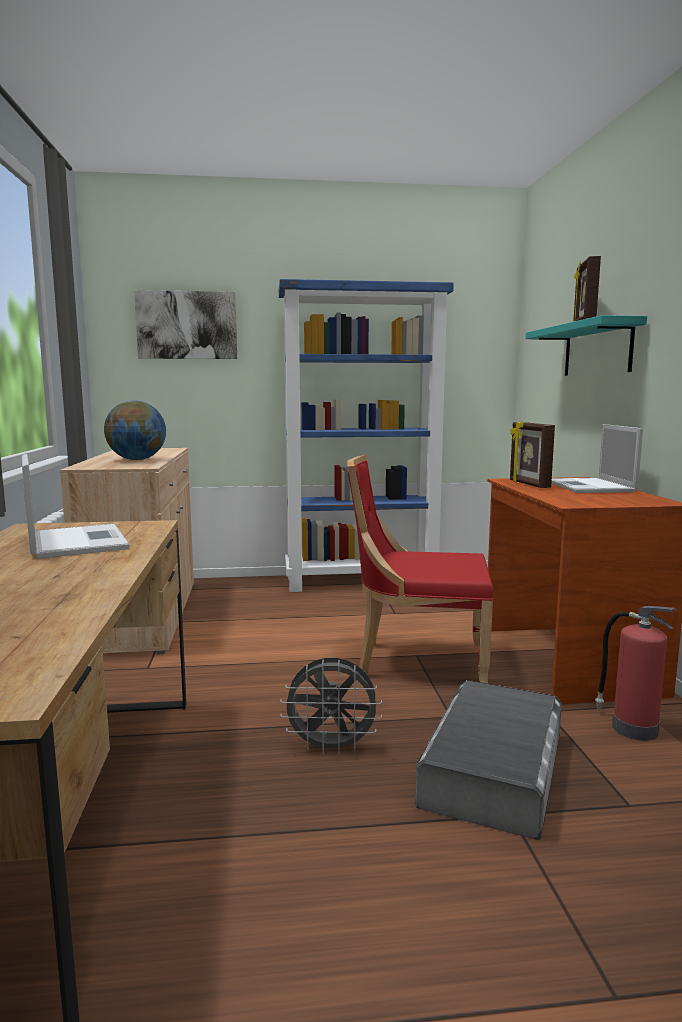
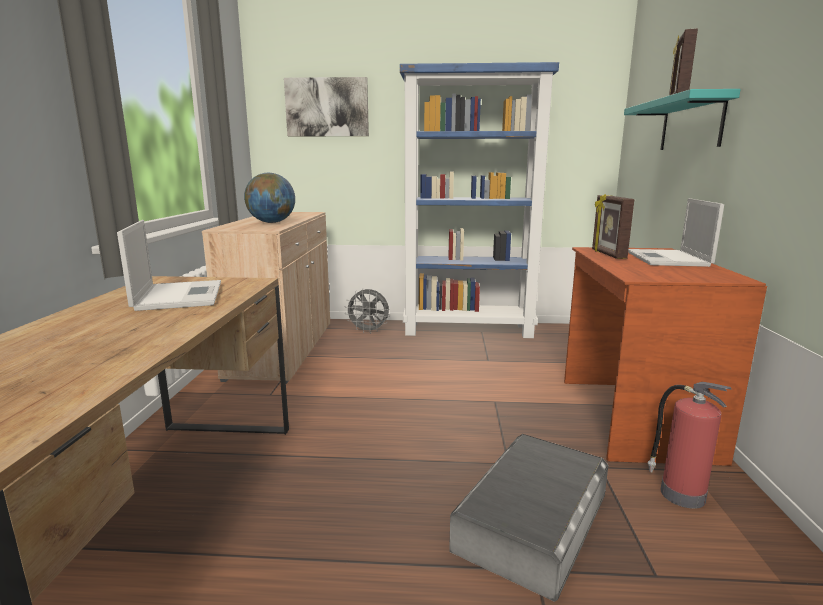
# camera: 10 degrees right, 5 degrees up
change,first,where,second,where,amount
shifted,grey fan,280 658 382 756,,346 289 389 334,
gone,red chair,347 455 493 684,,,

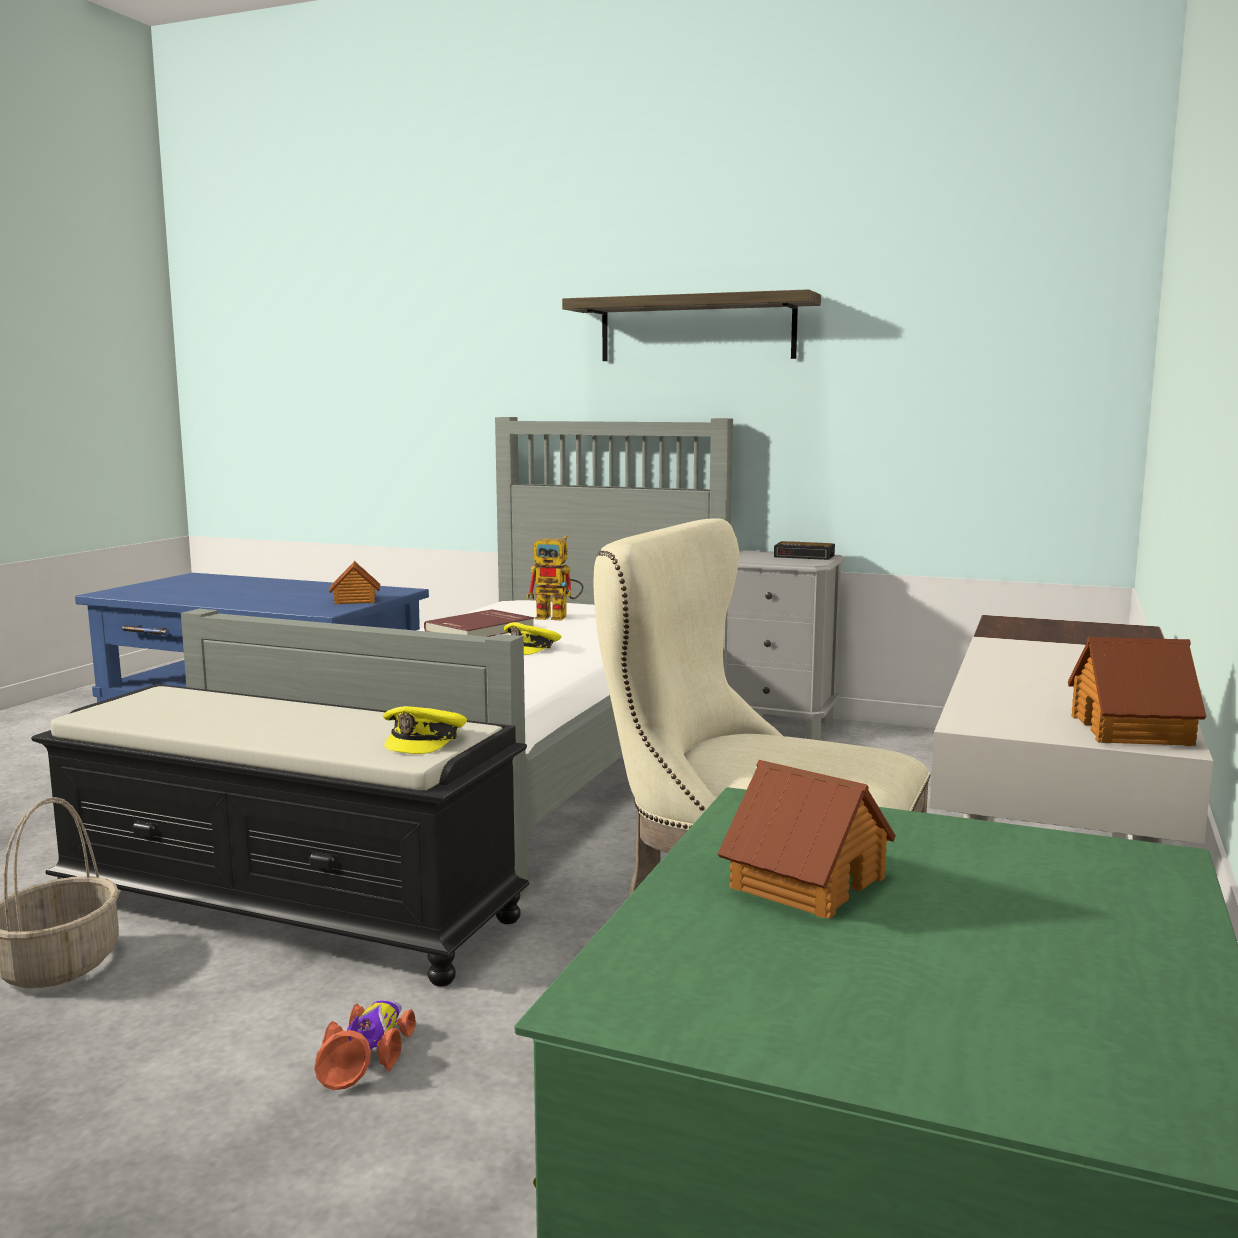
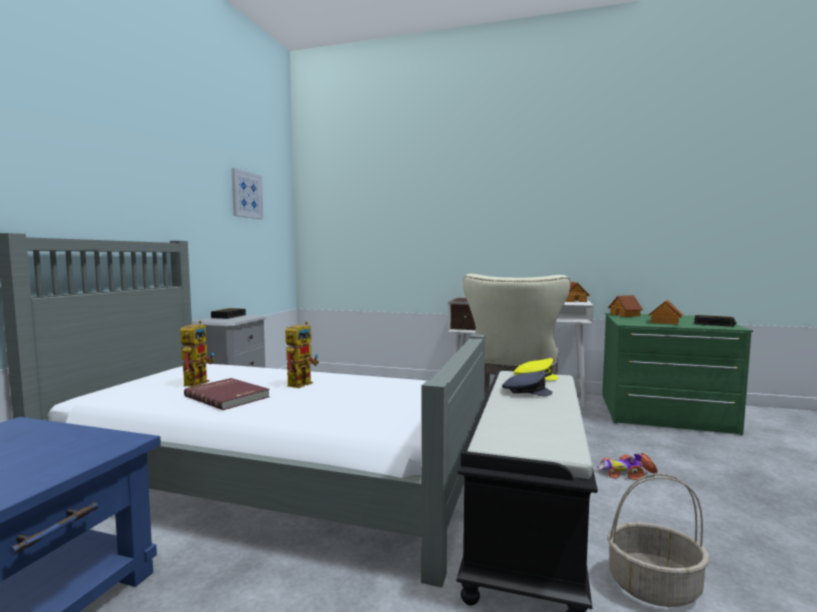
# camera: 95 degrees left, 5 degrees down
change,first,where,second,where,amount
new,,,picture,231 168 264 219,
swapped,yellow cap,504 622 561 655,toy robot,285 321 319 388,
new,,,grey cap,502 370 553 396,
shifted,toy house,329 561 380 604,,608 295 643 317,
new,,,alarm clock,694 315 736 327,
gone,shelf,562 289 821 361,,,

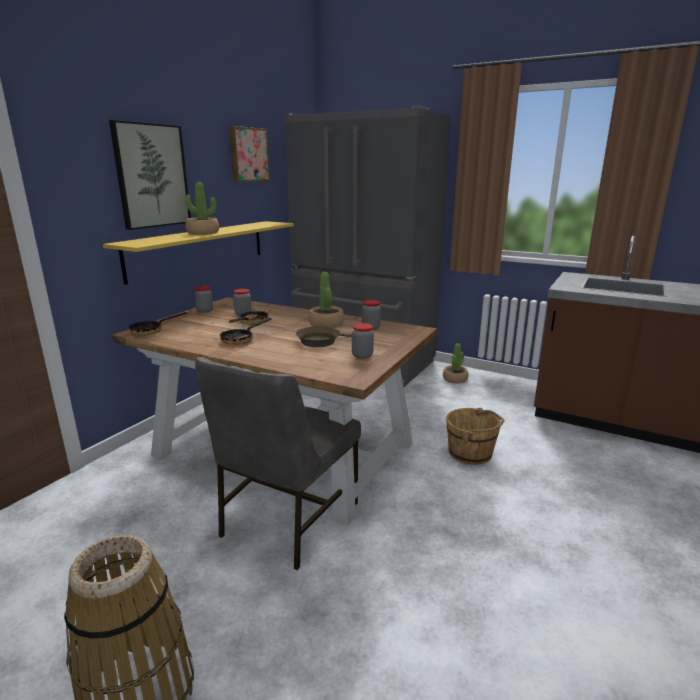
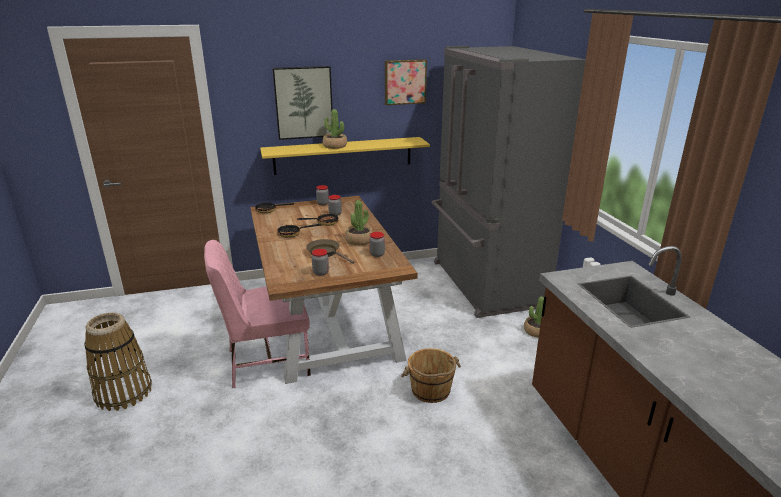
# camera: 45 degrees right, 5 degrees up
change,first,where,second,where,amount
repainted,grey chair,195 357 361 570,pink chair,204 240 311 388,

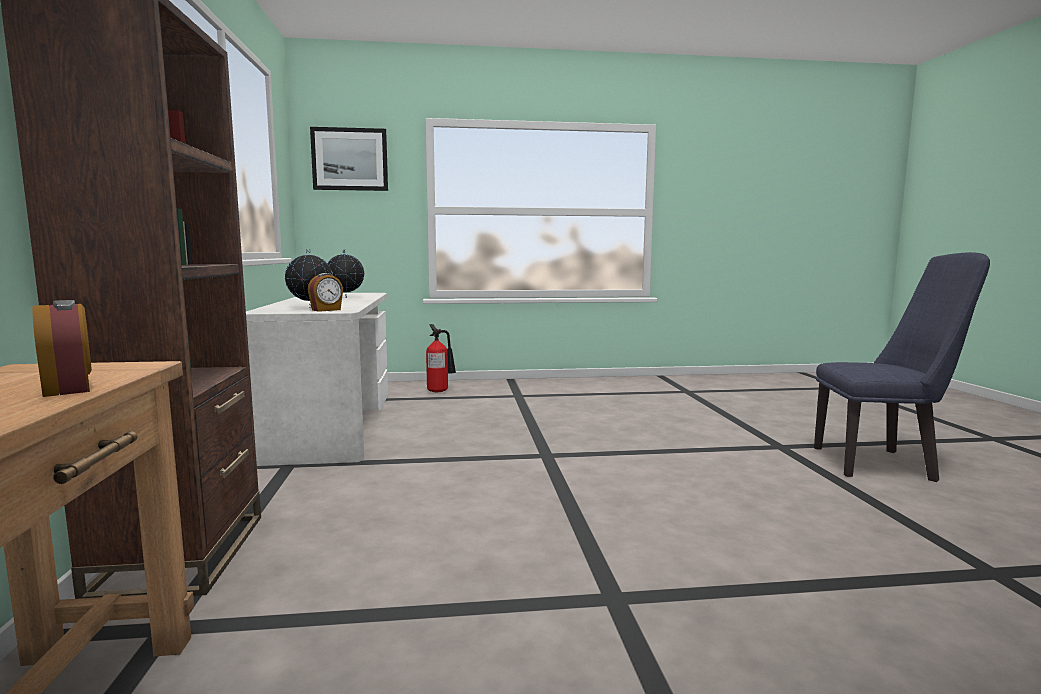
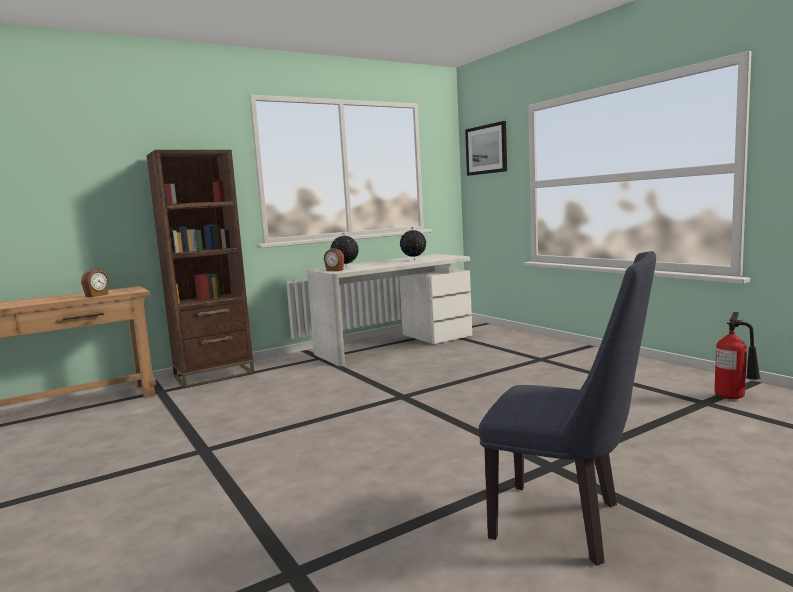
# camera: 65 degrees right, 0 degrees up
change,first,where,second,where,amount
rotated,blue chair,814 252 990 482,,479 251 656 565,45 degrees counterclockwise
shifted,fire extinguisher,426 324 456 392,,715 312 760 399,

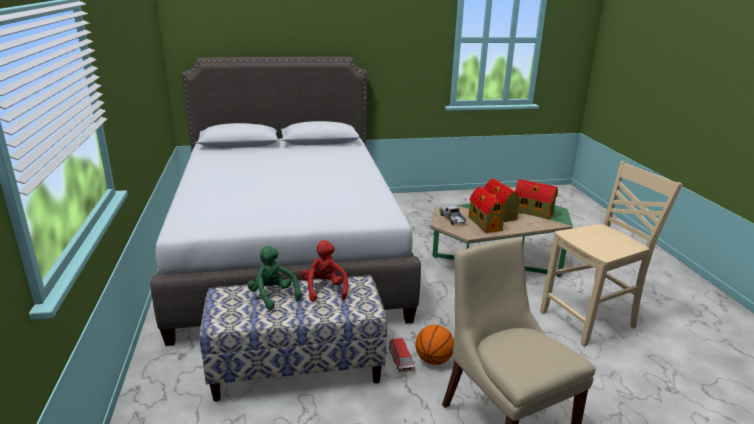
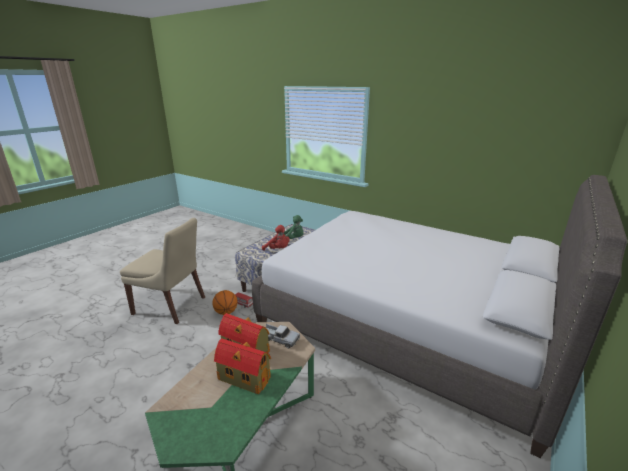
# camera: 135 degrees right, 0 degrees up
change,first,where,second,where,amount
gone,toy house,515 179 558 219,,,
gone,beige chair,540 161 683 347,,,

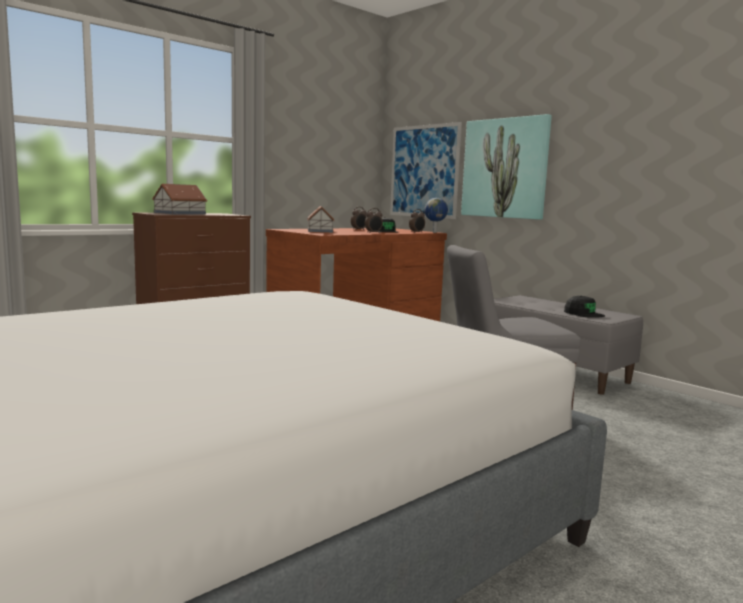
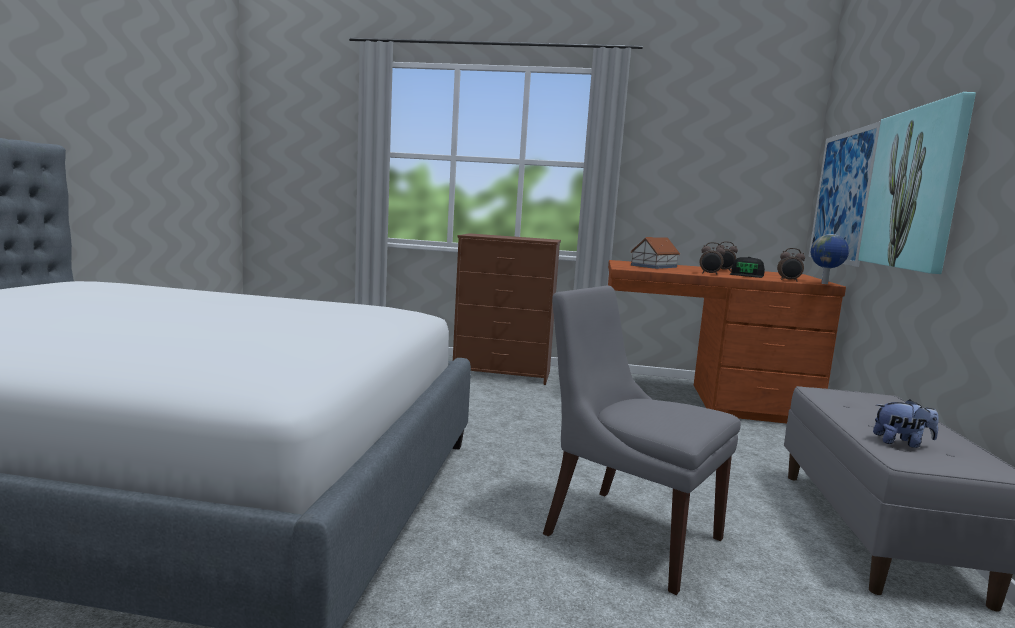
# camera: 50 degrees right, 0 degrees up
change,first,where,second,where,amount
swapped,black cap,564 296 605 318,plush toy,873 400 939 448,
gone,toy house,152 184 208 214,,,

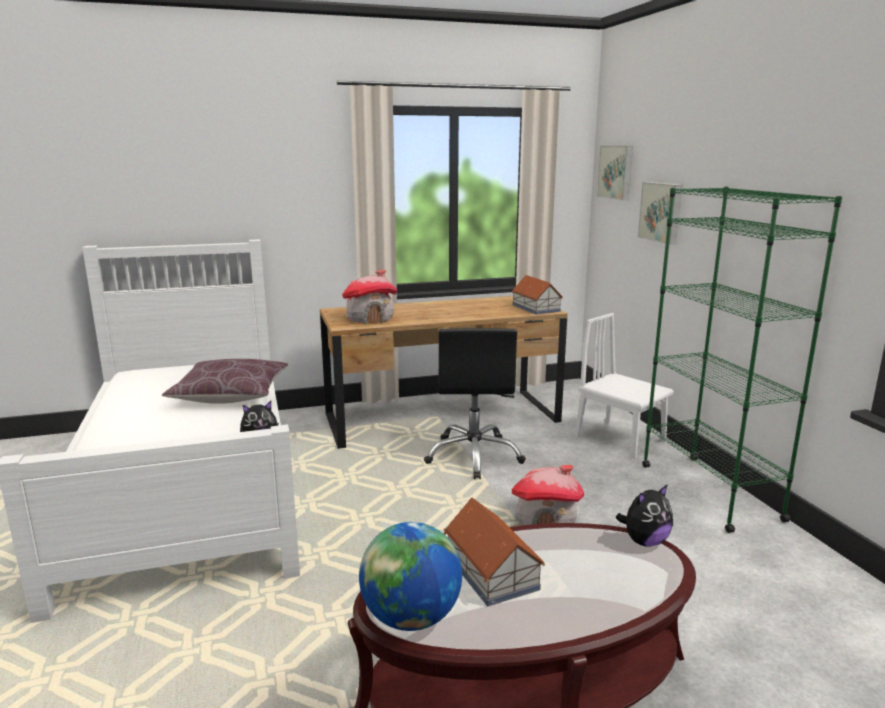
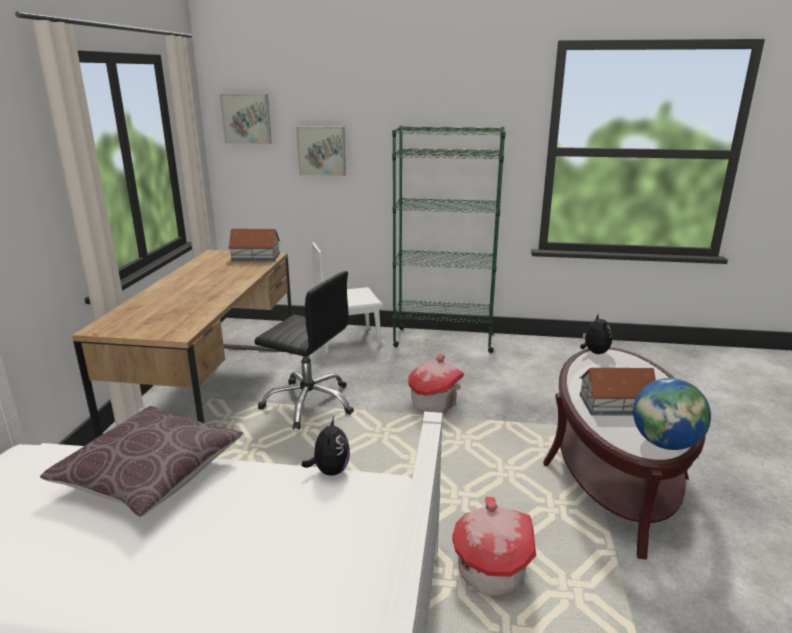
# camera: 65 degrees left, 5 degrees up
change,first,where,second,where,amount
shifted,toy house,342 270 397 324,,452 497 536 596,

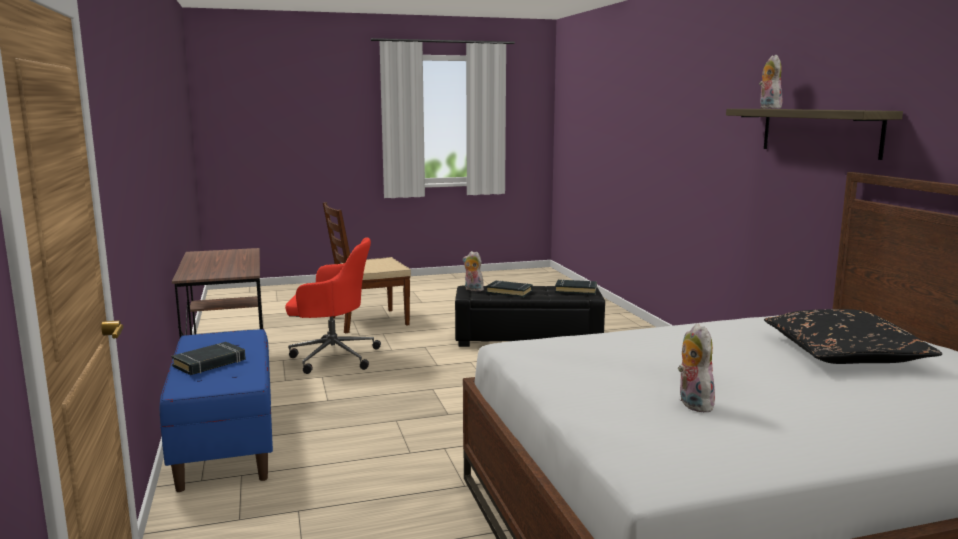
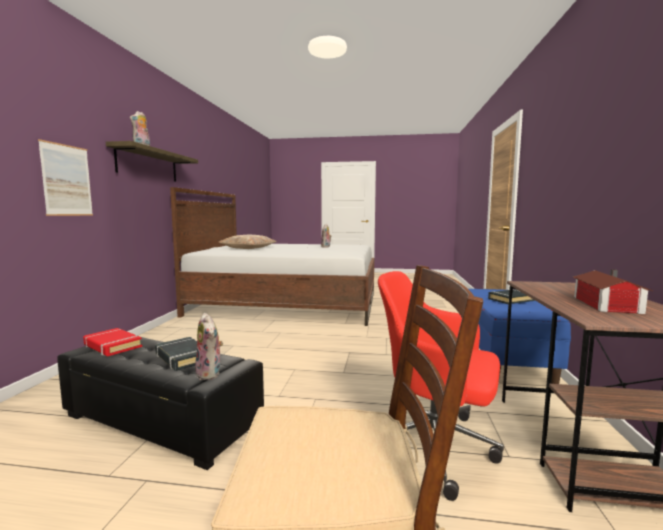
# camera: 155 degrees left, 5 degrees down
change,first,where,second,where,amount
new,,,picture,38 139 93 216,
repainted,black book,555 279 597 295,red book,83 328 142 356,
repainted,black pillow,764 309 942 364,beige pillow,219 235 277 249,
new,,,toy house,573 269 653 314,

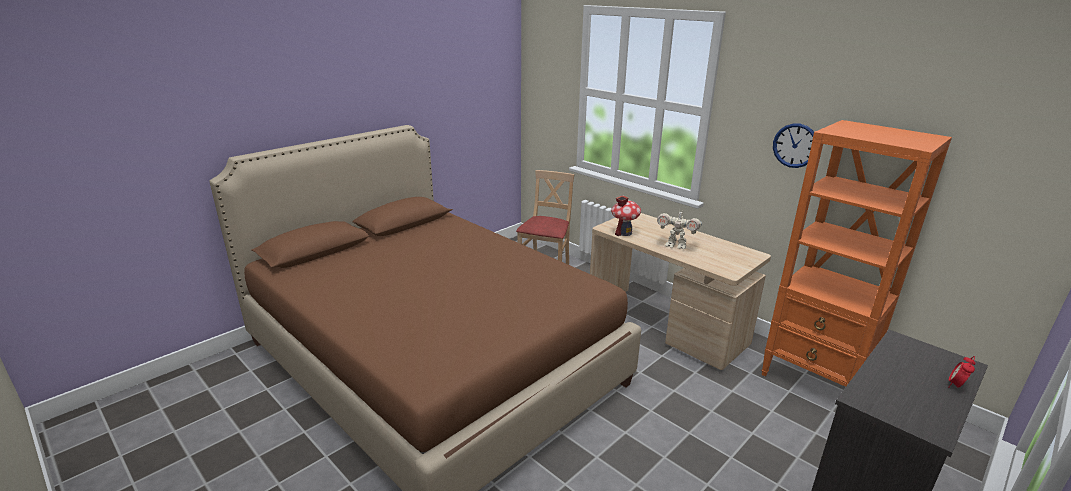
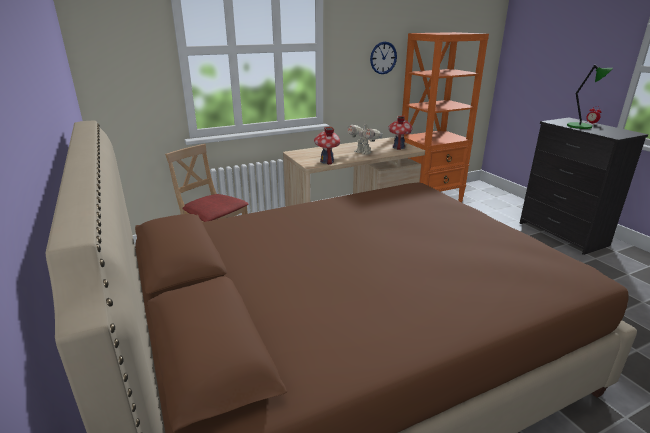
# camera: 70 degrees left, 0 degrees up
change,first,where,second,where,amount
rotated,toy robot,657 211 702 249,,347 121 383 155,90 degrees clockwise
new,,,toy house,388 116 413 150,
new,,,green table lamp,567 65 613 129,

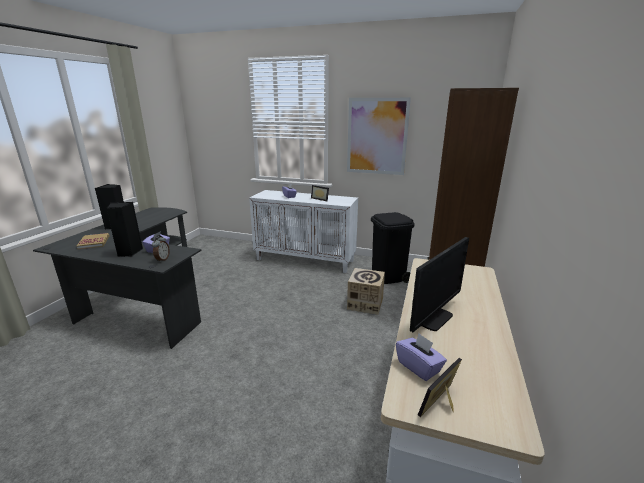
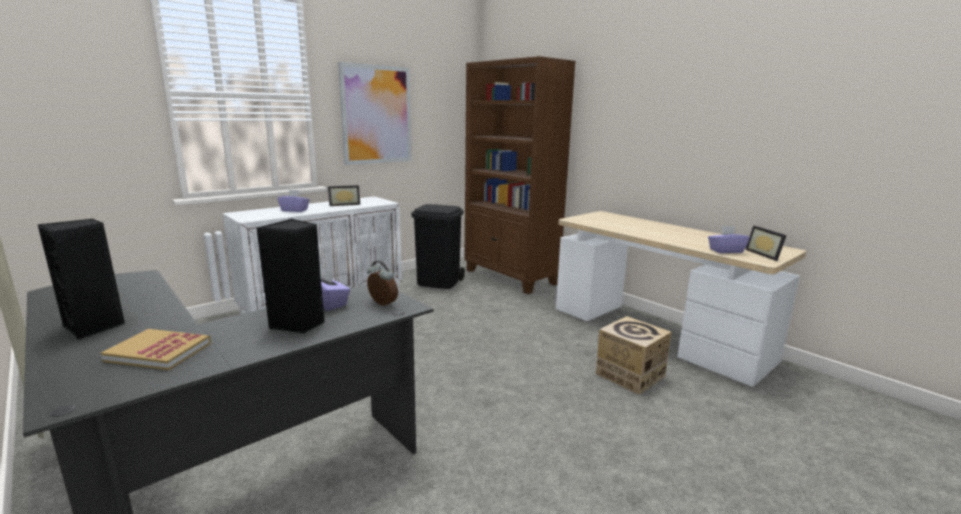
# camera: 60 degrees left, 5 degrees down
change,first,where,second,where,amount
shifted,cardboard box,347 268 385 315,,596 316 672 395,
gone,monitor,410 237 469 332,,,

